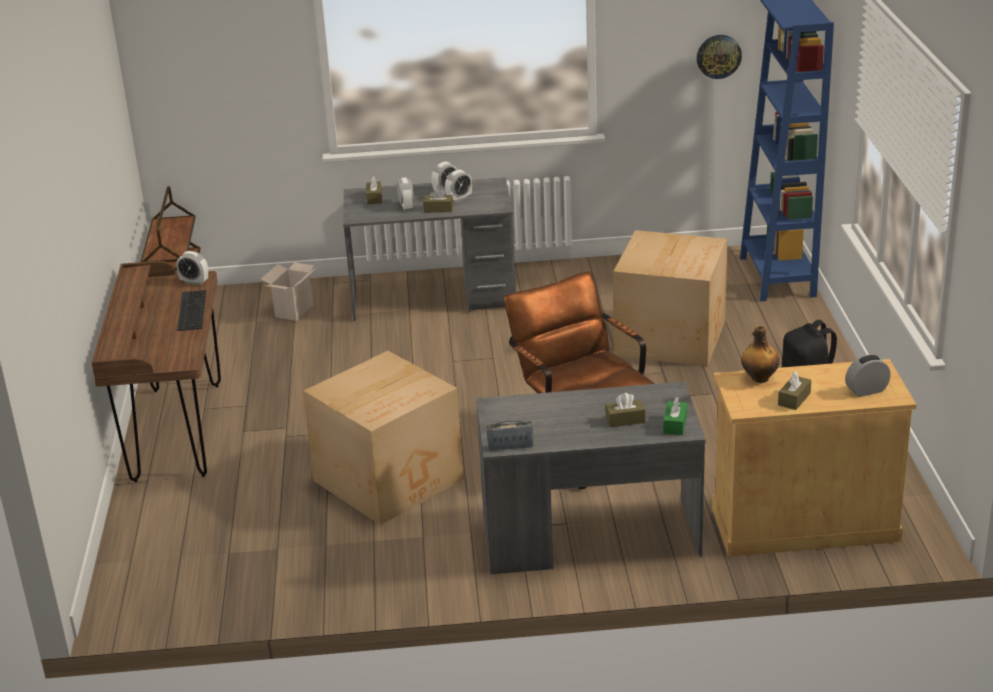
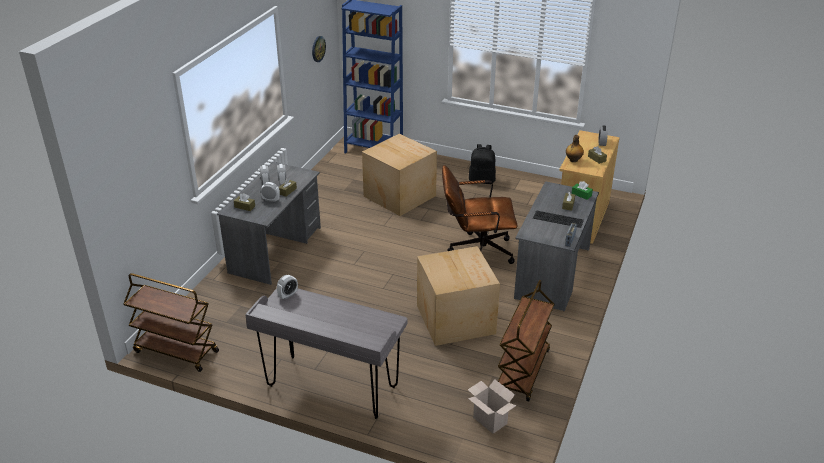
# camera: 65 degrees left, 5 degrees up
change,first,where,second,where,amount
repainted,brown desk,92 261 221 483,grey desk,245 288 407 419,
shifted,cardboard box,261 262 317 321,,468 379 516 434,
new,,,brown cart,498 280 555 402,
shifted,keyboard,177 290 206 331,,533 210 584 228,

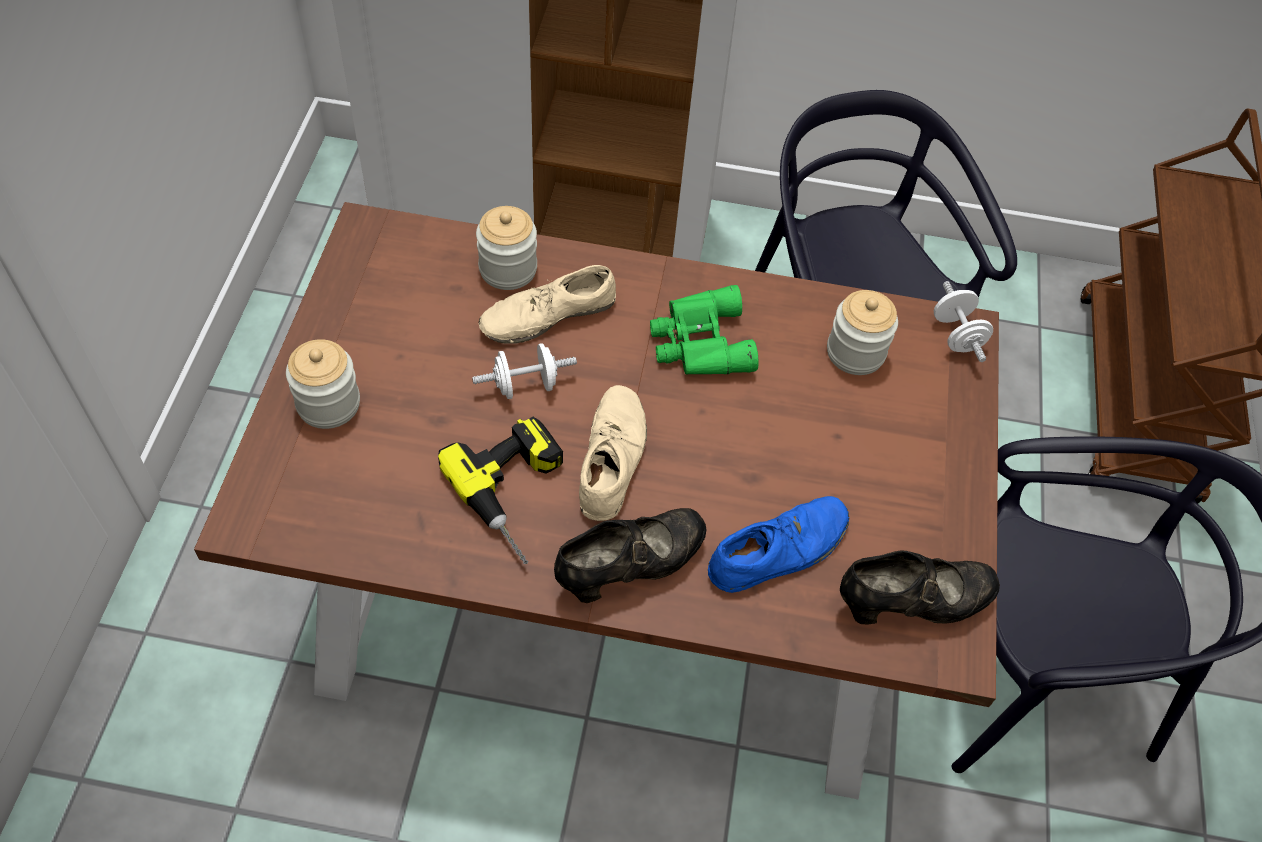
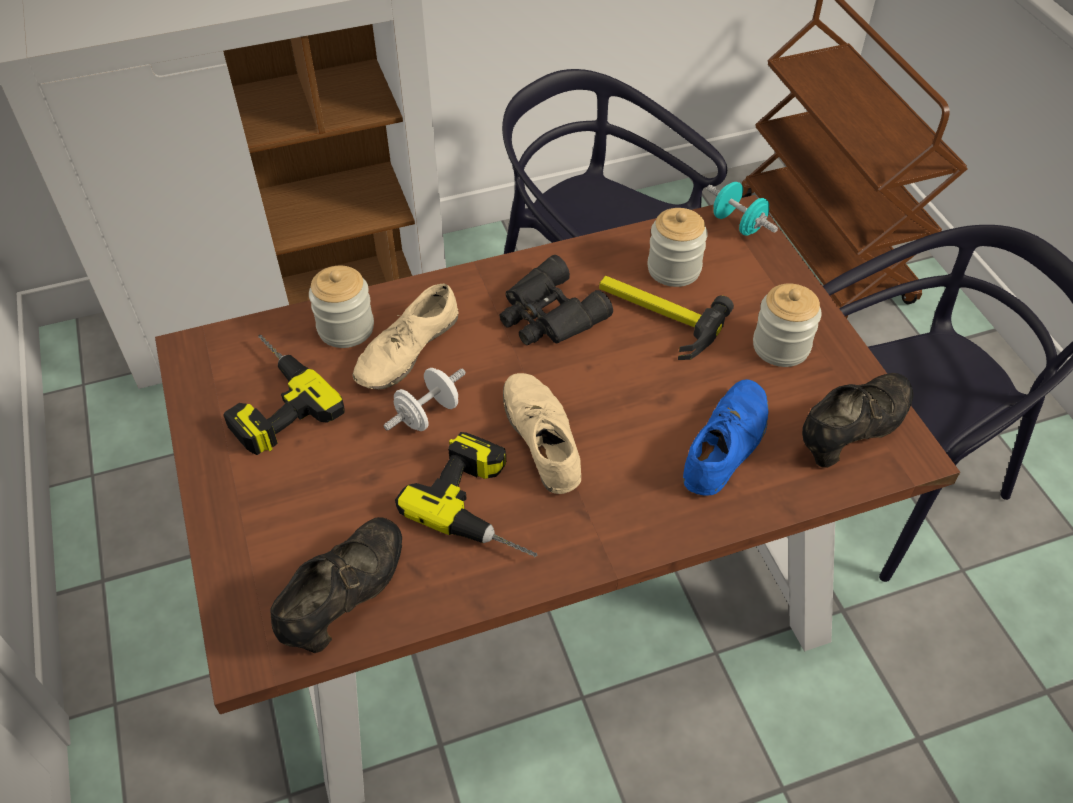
# camera: 25 degrees left, 5 degrees down
change,first,where,second,where,amount
new,,,power drill,223 334 345 455,
shifted,black shoe,554 508 707 603,,270 517 402 653,
repainted,green binoculars,650 285 759 374,black binoculars,499 255 613 345,
new,,,hammer,599 276 734 360,
repainted,white dumbbell,934 281 993 362,turquoise dumbbell,707 182 778 236,
shifted,jar,286 339 360 429,,753 283 822 367,

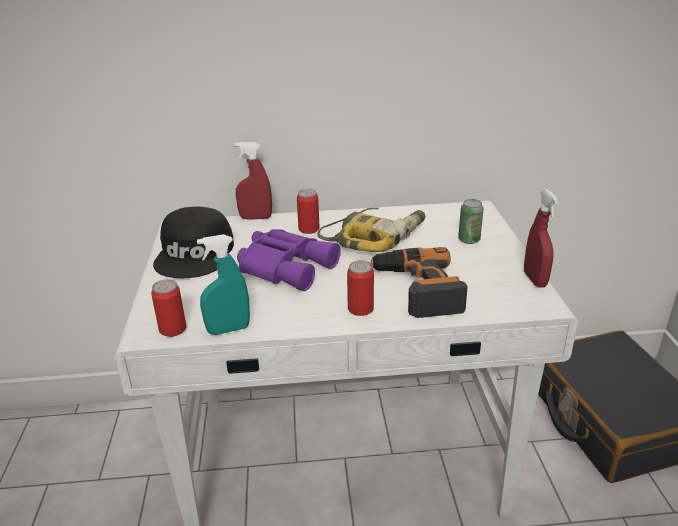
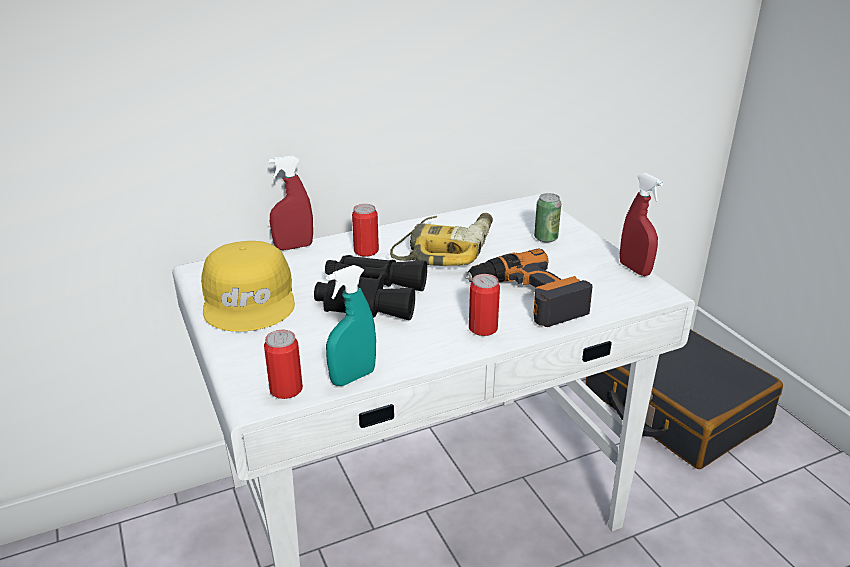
# camera: 20 degrees left, 0 degrees up
change,first,where,second,where,amount
repainted,black cap,153 207 234 278,yellow cap,201 241 295 332,
repainted,purple binoculars,237 229 341 291,black binoculars,314 255 427 320,

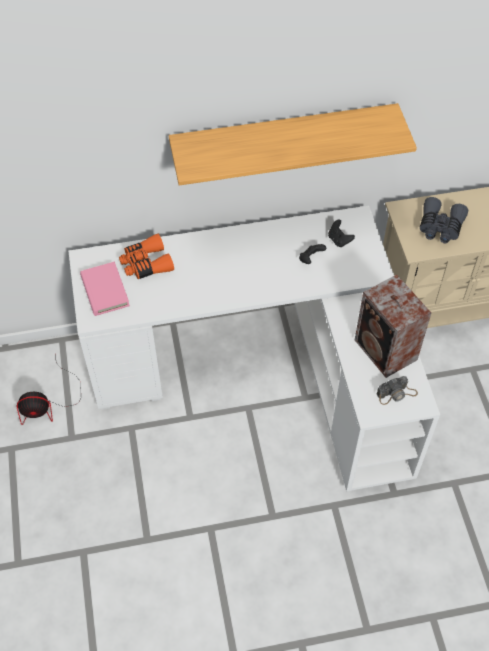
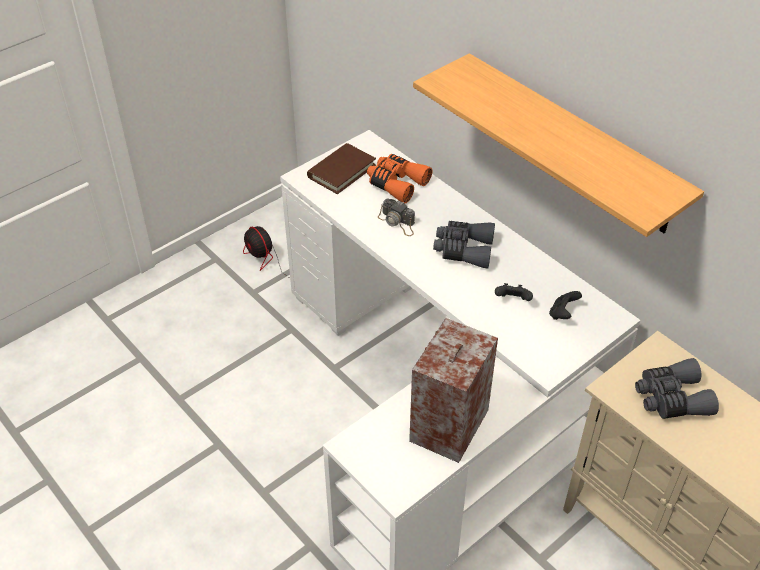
# camera: 60 degrees right, 10 degrees down
change,first,where,second,where,amount
repainted,pink book,80 262 130 316,brown book,307 143 376 194,
shifted,photo camera,377 376 418 405,,378 199 415 236,
new,,,grey binoculars,433 221 495 268,

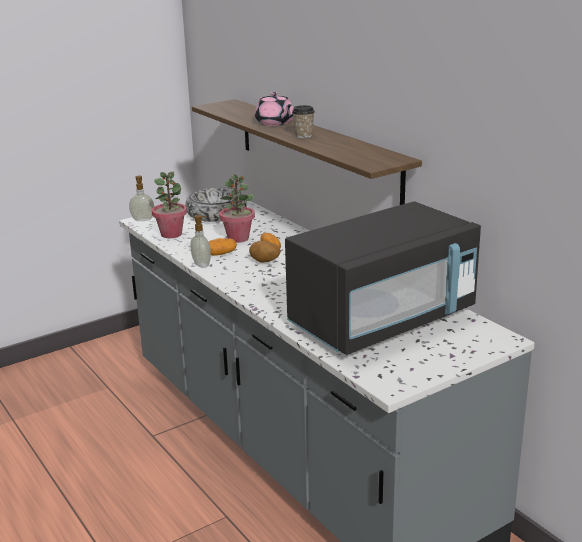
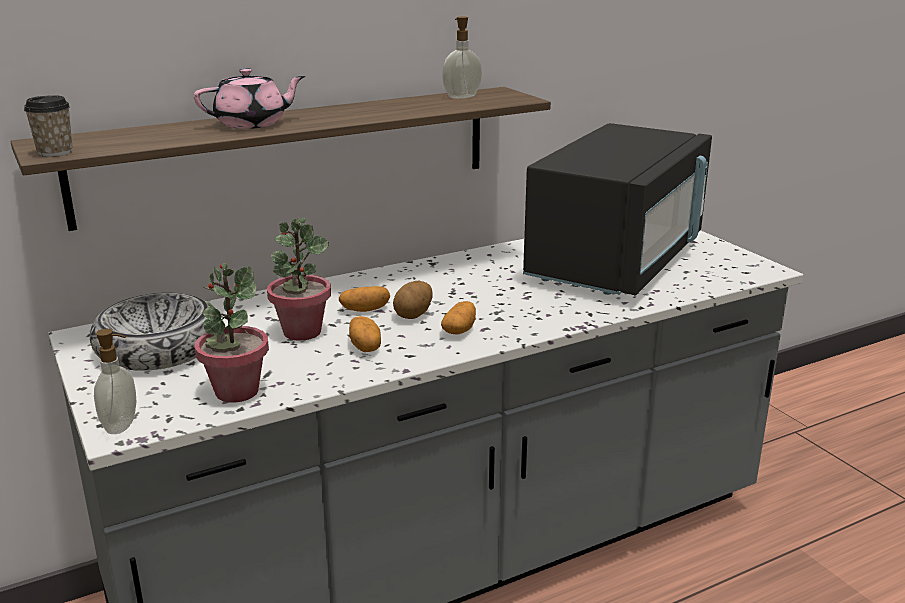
# camera: 85 degrees left, 0 degrees up
change,first,where,second,where,amount
shifted,cup,292 105 315 138,,24 95 72 157,
new,,,potato,441 301 476 335,
shifted,soap dispenser,190 215 211 268,,442 16 482 99,
rotated,black microwave,285 201 481 355,,523 123 712 295,60 degrees clockwise

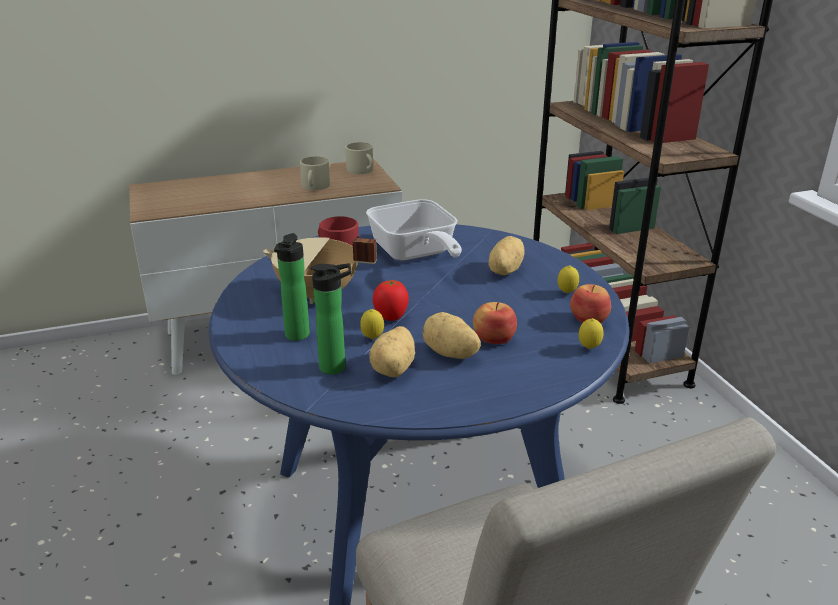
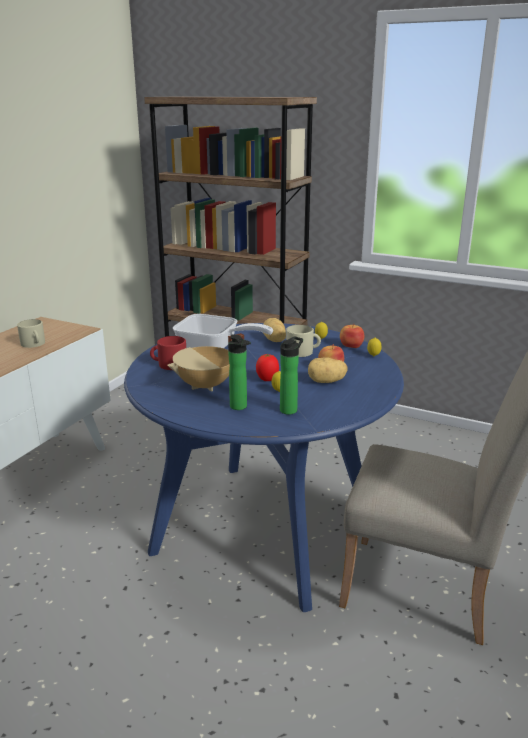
# camera: 45 degrees left, 5 degrees down
change,first,where,second,where,amount
shifted,beige mug,345 142 373 174,,286 325 321 357,
gone,potato,370 326 415 378,,,

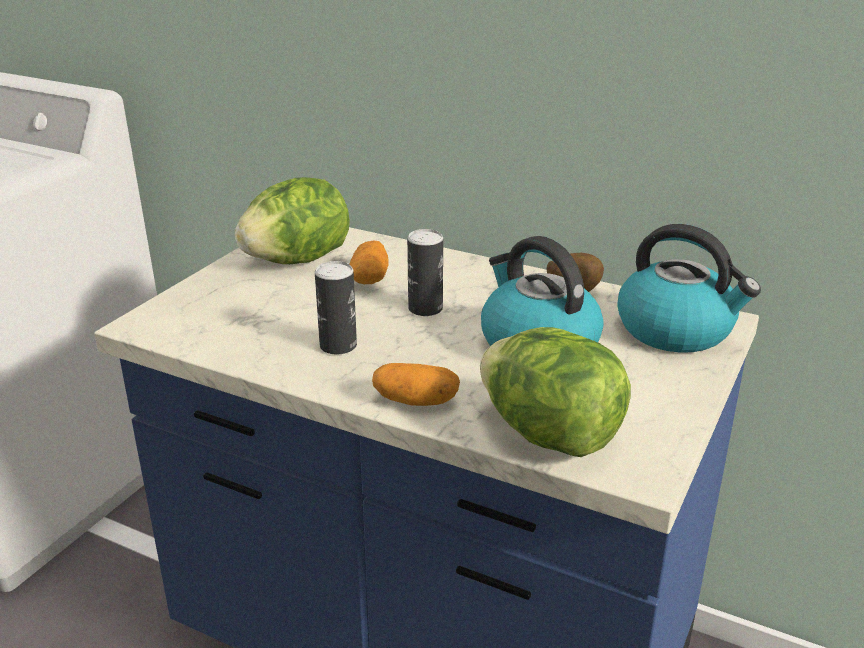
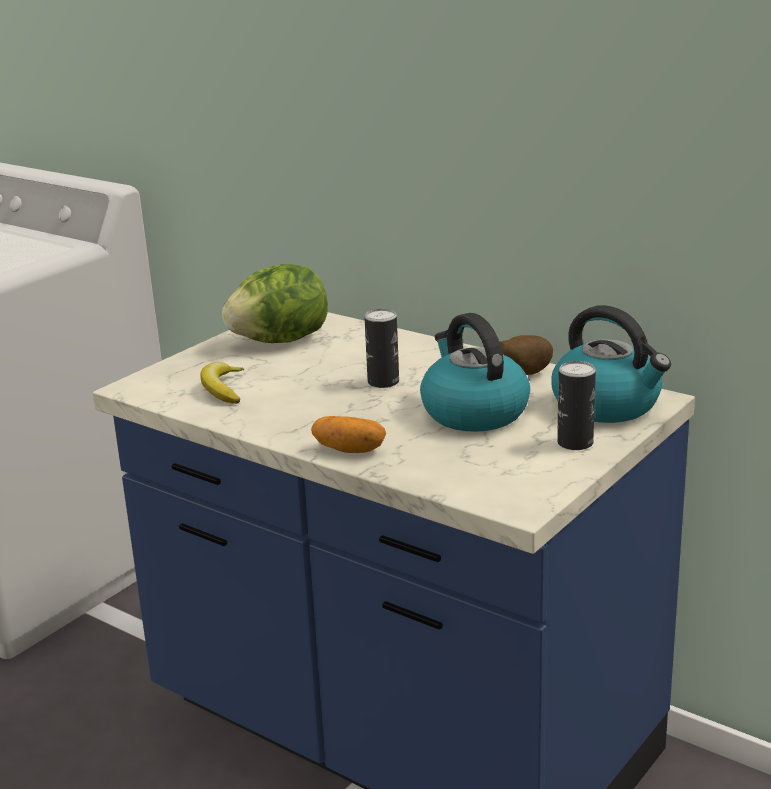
# camera: 10 degrees right, 5 degrees down
change,first,where,second,where,amount
new,,,banana,200 362 244 404,
shifted,can,315 261 357 354,,557 361 596 450,
gone,potato,350 241 389 284,,,
gone,lettuce,480 327 631 457,,,

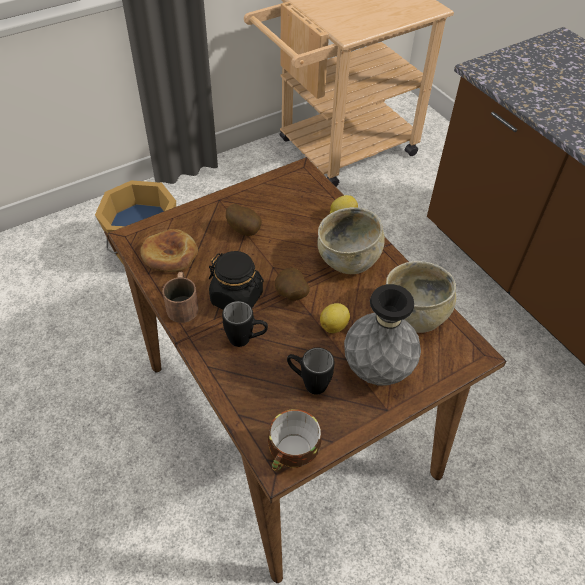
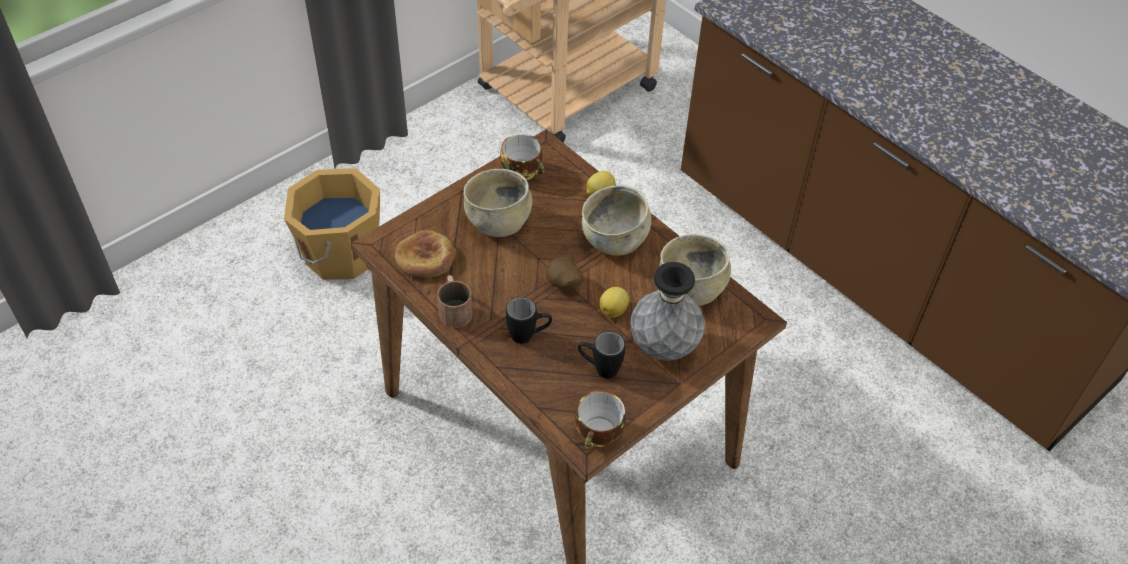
# camera: 10 degrees left, 0 degrees up
change,first,where,second,where,amount
swapped,potato,226 204 261 236,beige bowl,464 169 532 237,
new,,,cup,500 134 544 180,
gone,black jar,209 251 264 309,,,

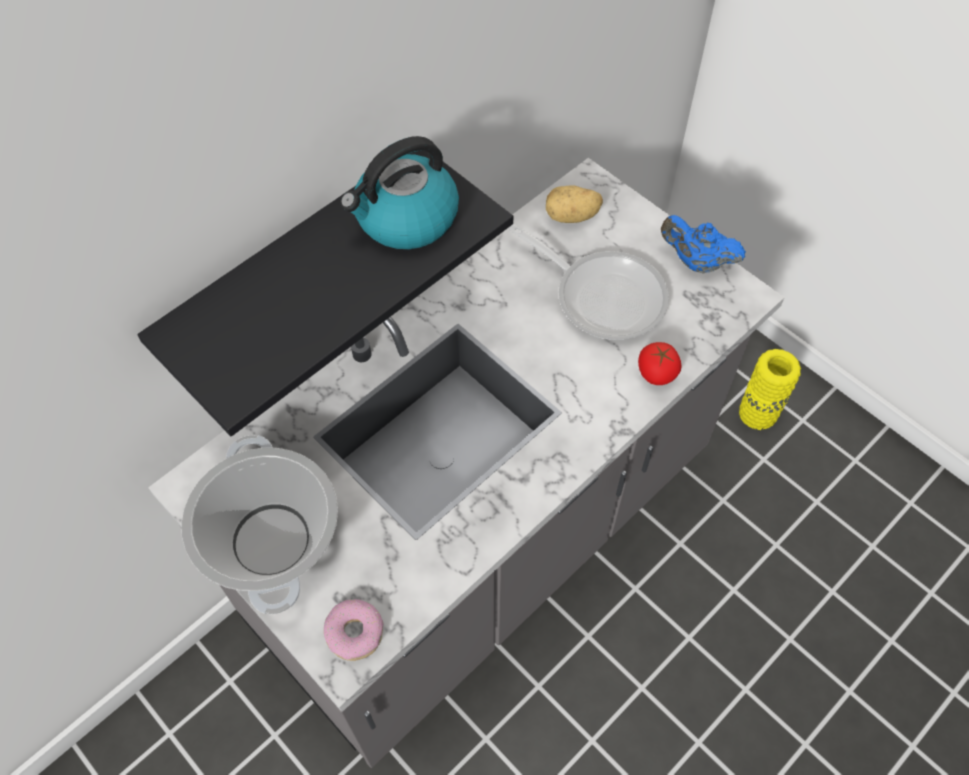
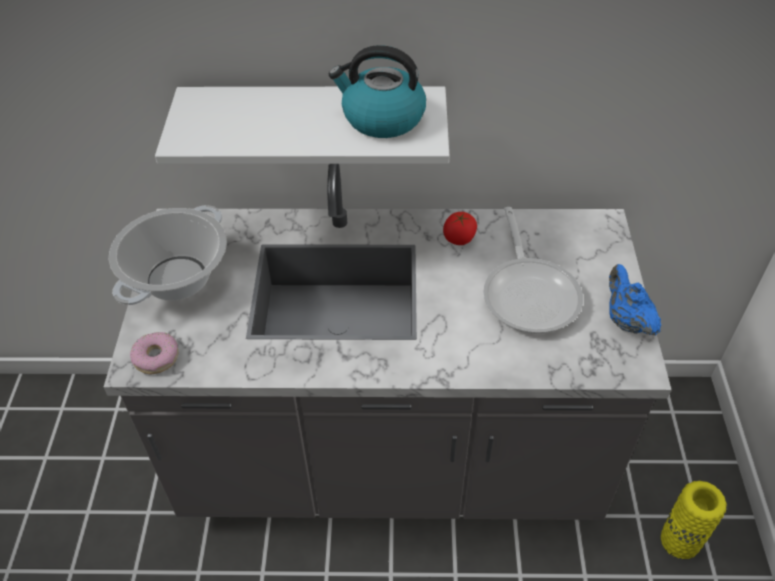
# camera: 45 degrees right, 10 degrees down
change,first,where,second,where,amount
repainted,black shelf,137 151 513 436,white shelf,155 86 449 164,
shifted,tomato,638 342 682 385,,443 212 477 245,
gone,potato,546 185 603 223,,,

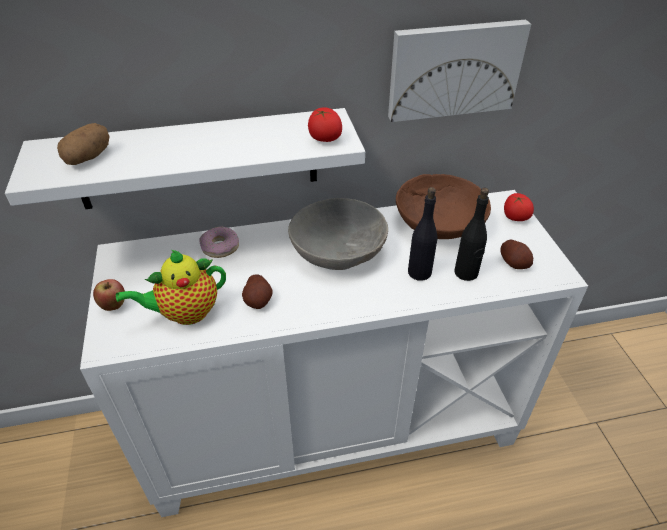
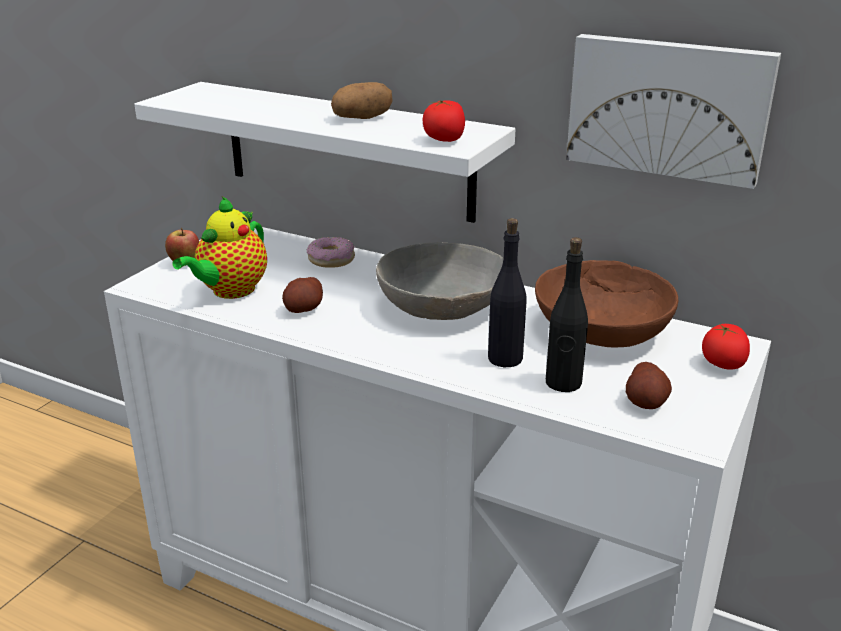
# camera: 40 degrees right, 15 degrees down
change,first,where,second,where,amount
rotated,teapot,116 250 226 325,,172 197 267 299,75 degrees counterclockwise
shifted,potato,57 123 110 165,,331 82 393 119,

